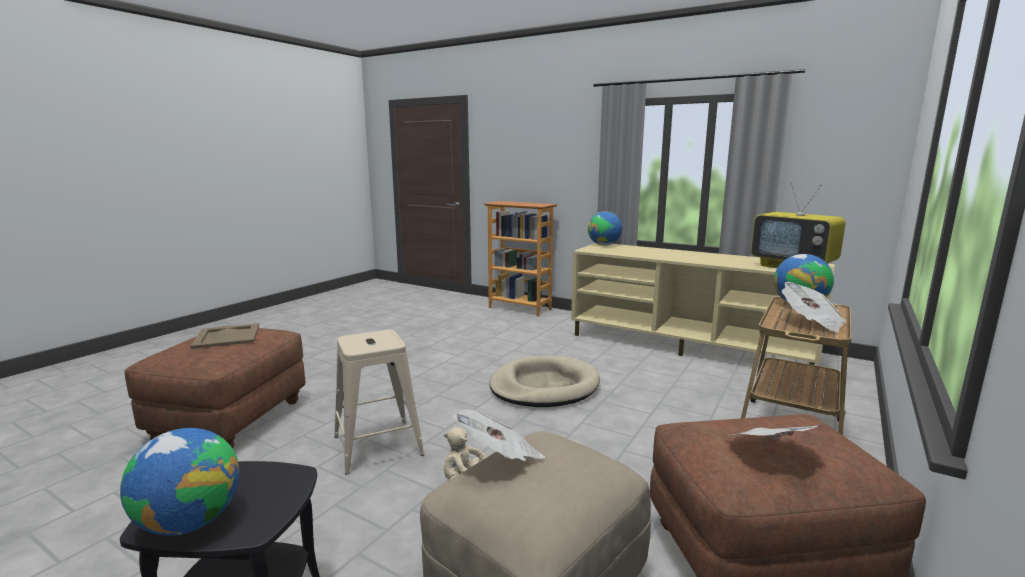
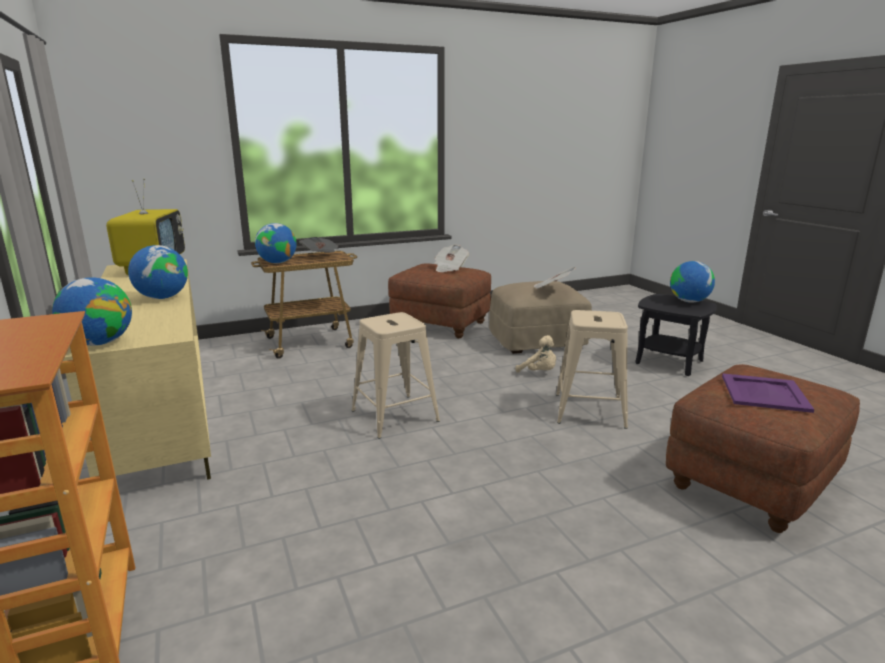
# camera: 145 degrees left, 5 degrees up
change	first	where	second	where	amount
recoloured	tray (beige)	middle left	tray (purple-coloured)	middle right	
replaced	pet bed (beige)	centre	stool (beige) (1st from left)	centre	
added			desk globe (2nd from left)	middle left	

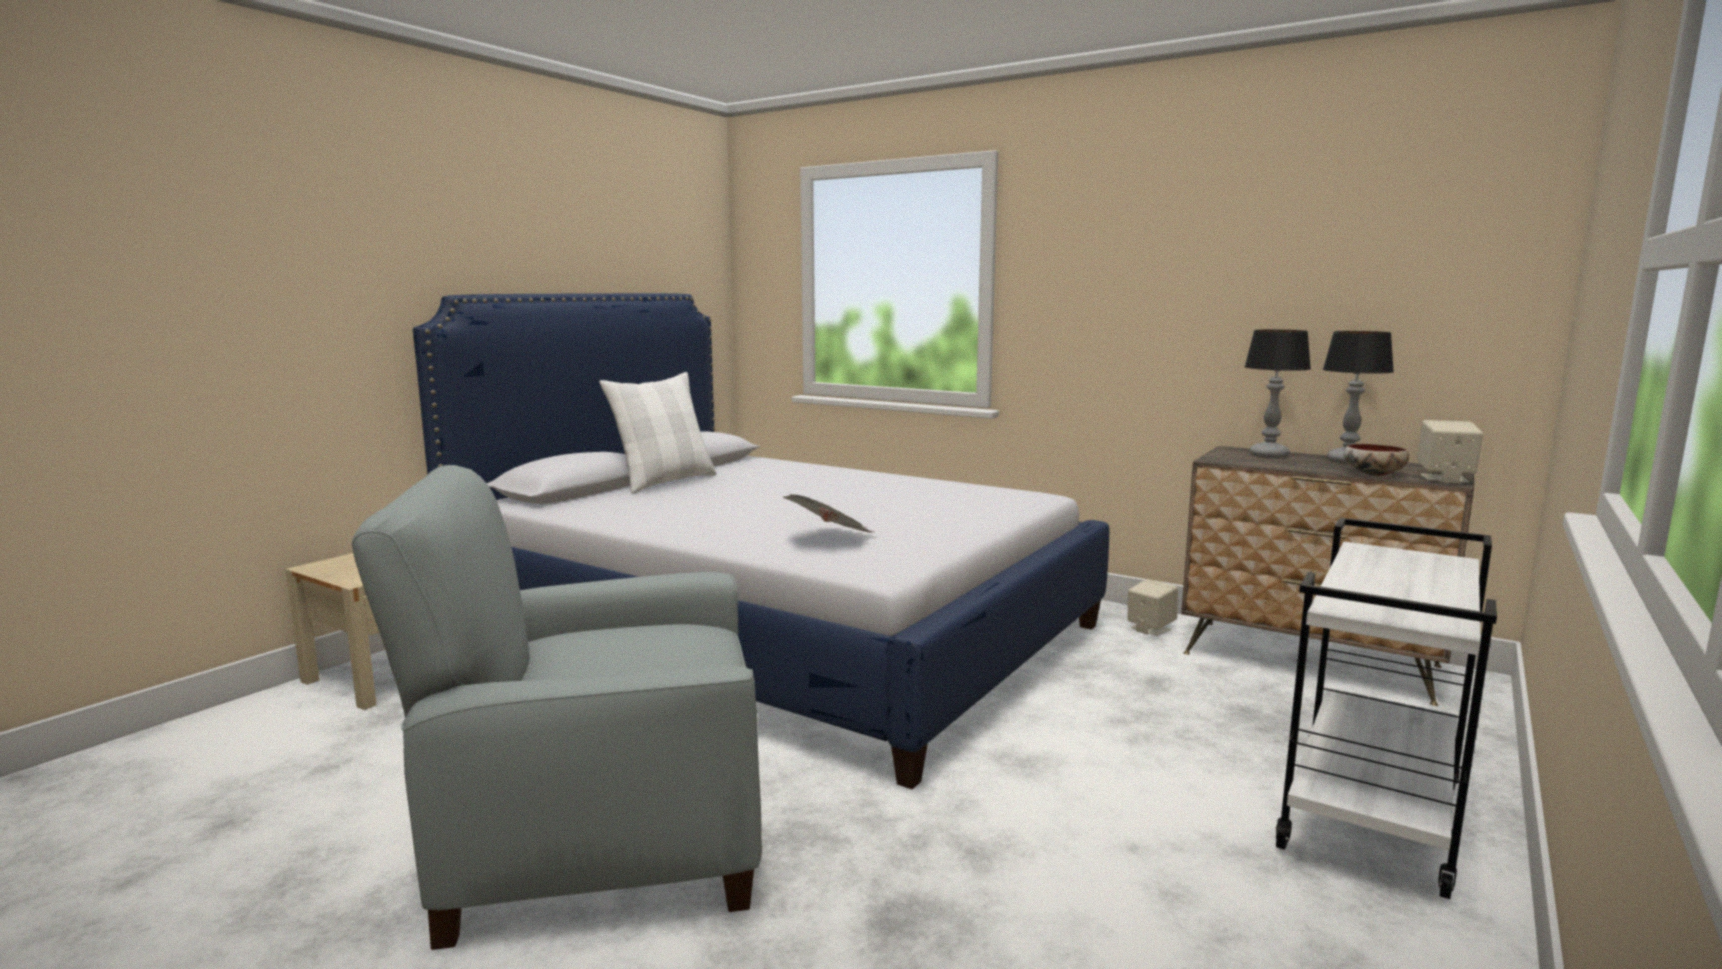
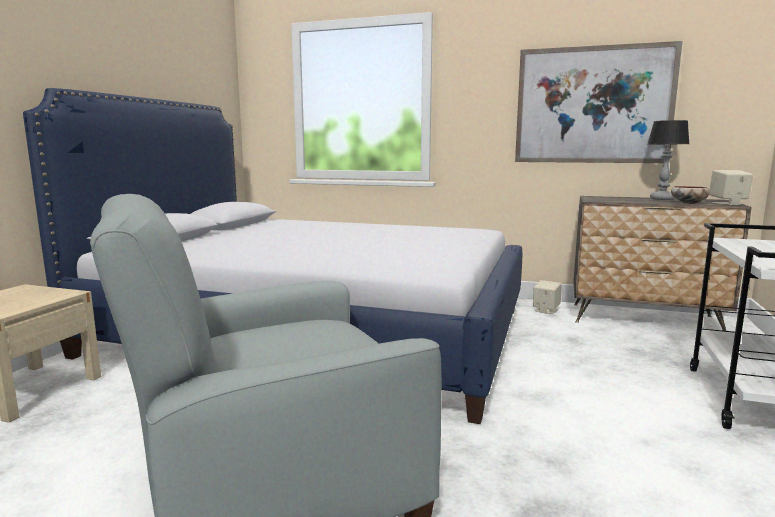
# camera: 15 degrees left, 0 degrees up
change	first	where	second	where	amount
removed	pillow (white)	centre			
removed	newspaper	centre			
removed	tabletop lamp (1st from left)	middle right			
added			picture	top right	

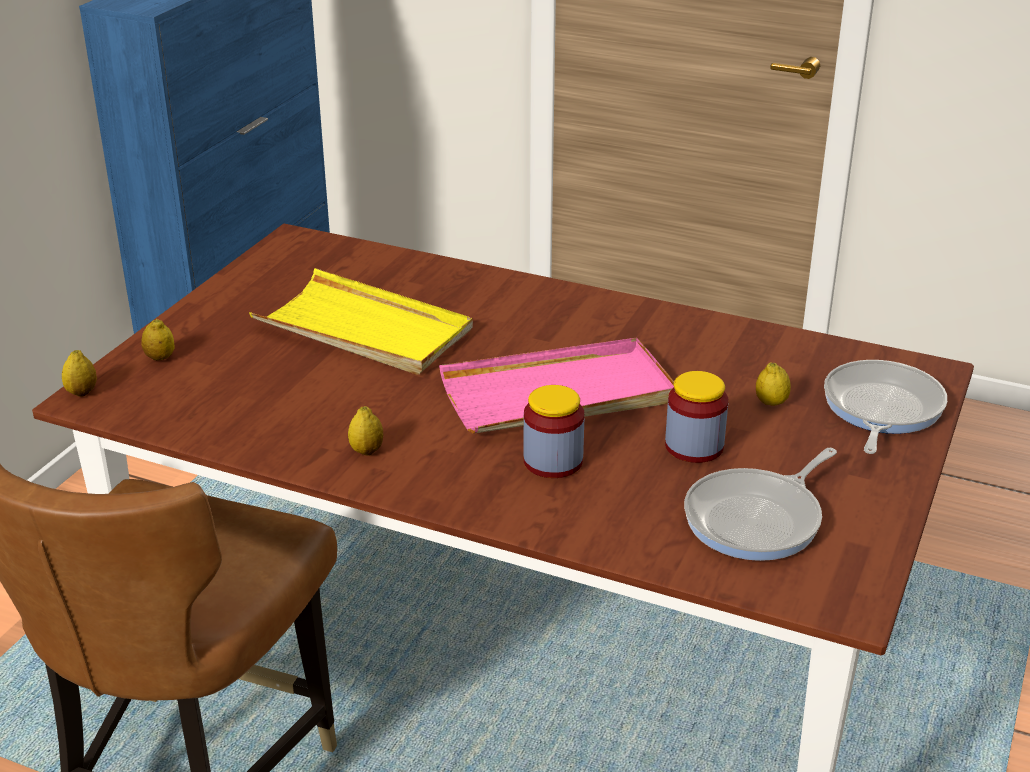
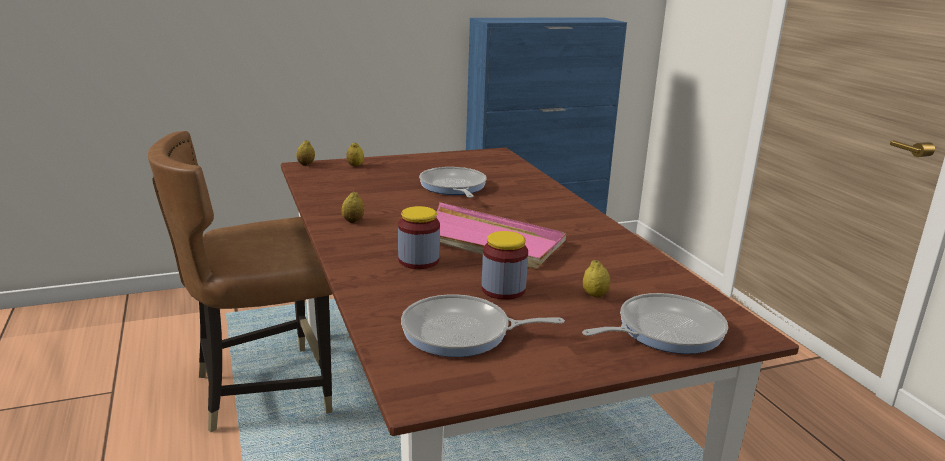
# camera: 45 degrees right, 10 degrees down
change	first	where	second	where	amount
replaced	tray (yellowish)	centre	skillet (1st from left)	centre	

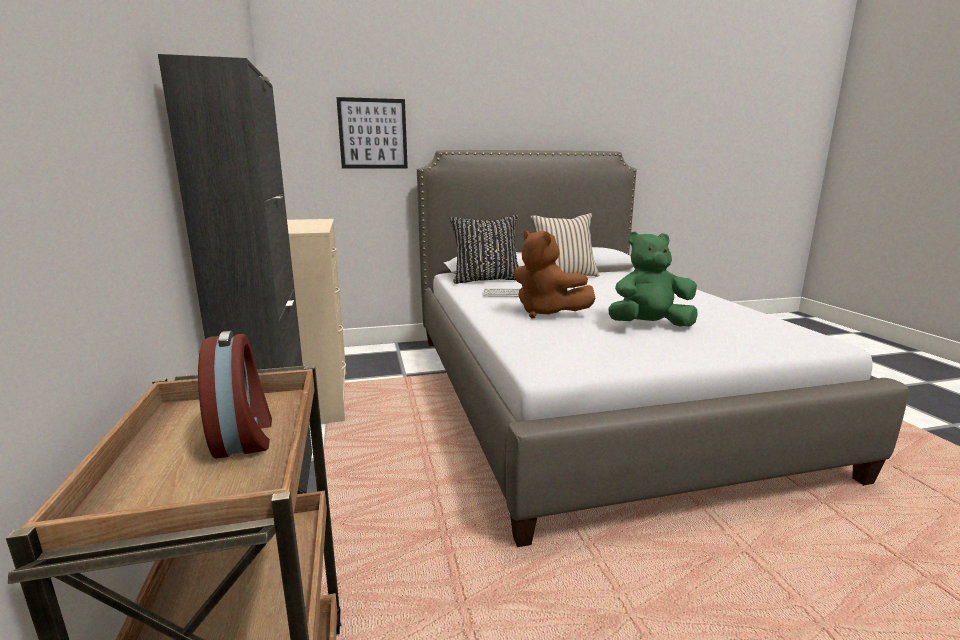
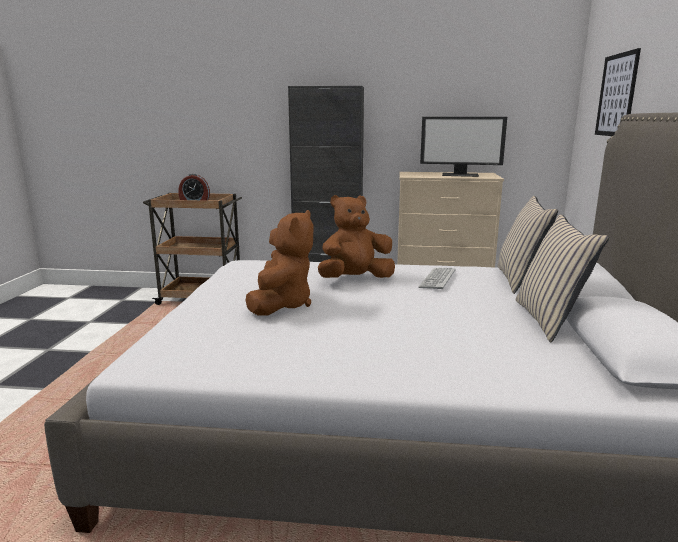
# camera: 110 degrees right, 0 degrees up
change	first	where	second	where	amount
recoloured	pillow (blackish)	centre	pillow (beige) (1st from left)	middle right	
recoloured	plush toy (greenish)	middle right	plush toy (brownish) (1st from left)	centre	
added			computer screen	top right	

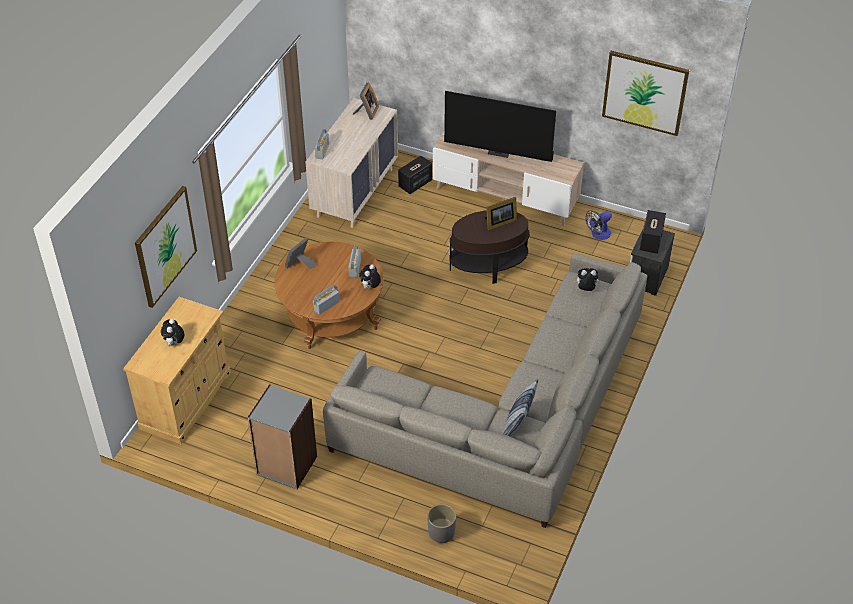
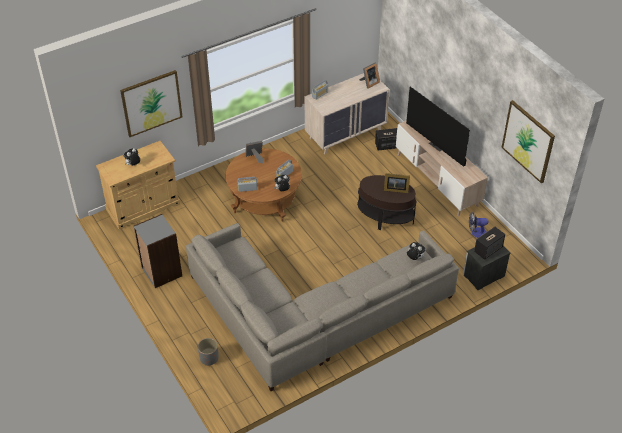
# camera: 35 degrees right, 0 degrees up
change	first	where	second	where	amount
removed	pillow	bottom centre			

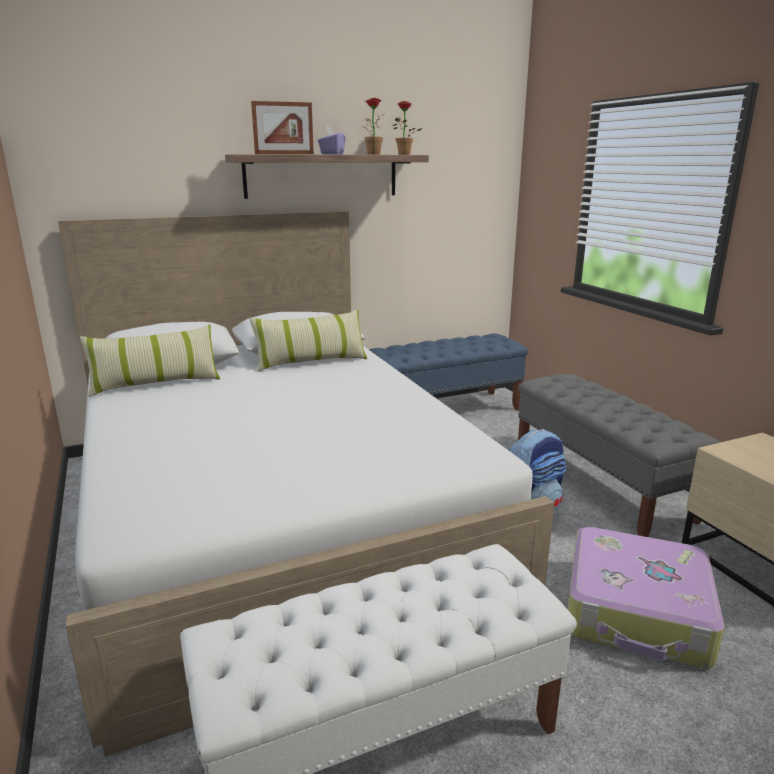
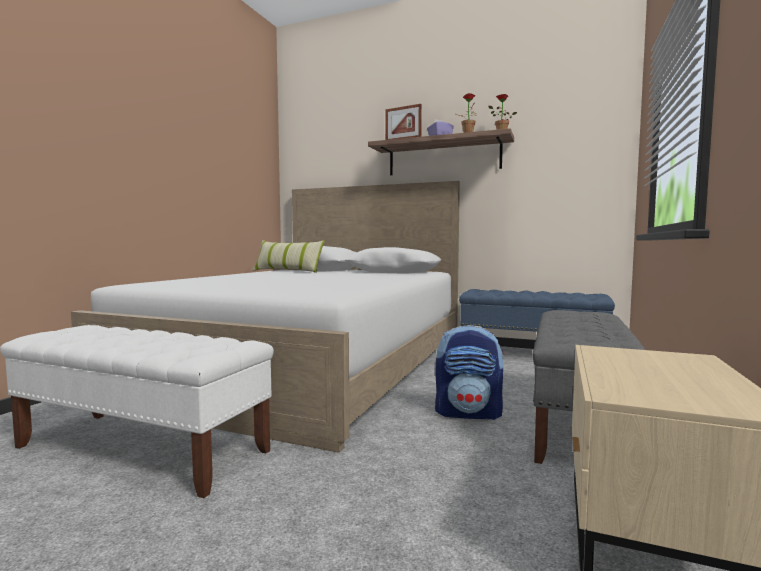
# camera: 45 degrees right, 15 degrees down
change	first	where	second	where	amount
removed	pillow (2nd from left)	centre			
removed	suitcase	bottom right			

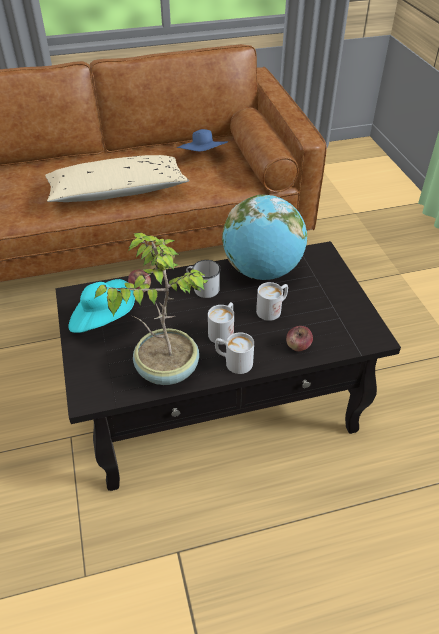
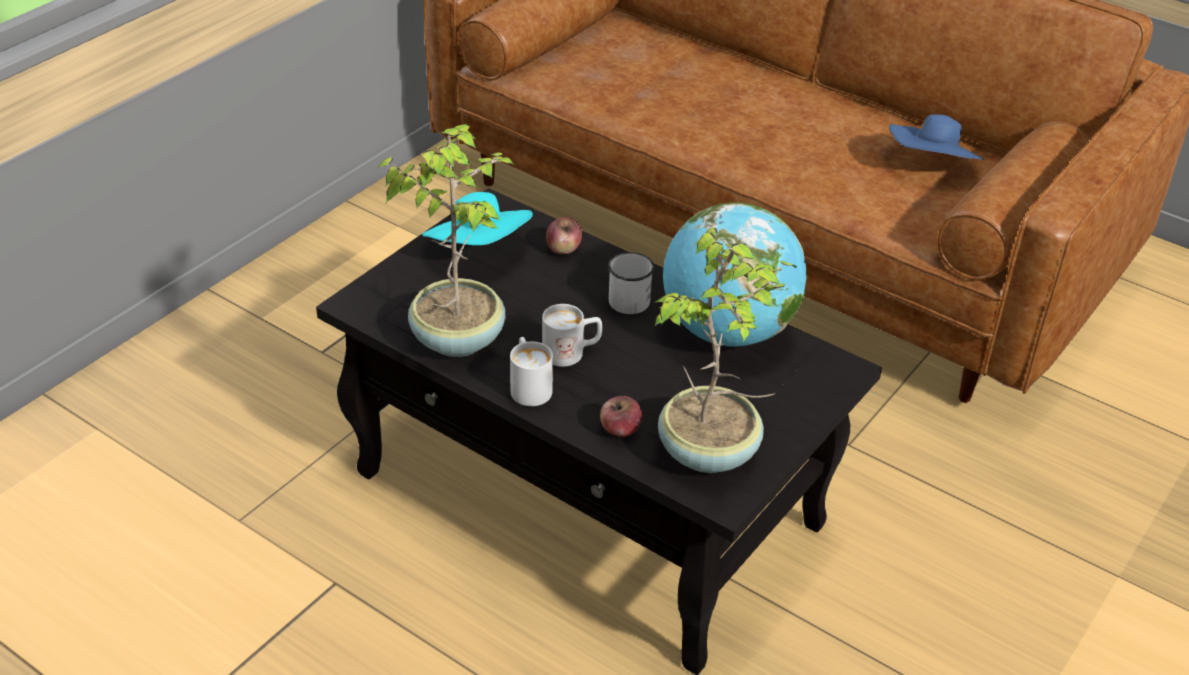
# camera: 50 degrees right, 5 degrees down
change	first	where	second	where	amount
removed	pillow (beige)	top left			
removed	mug (white) (4th from left)	centre			
added			plant in a pot (2nd from left)	centre	

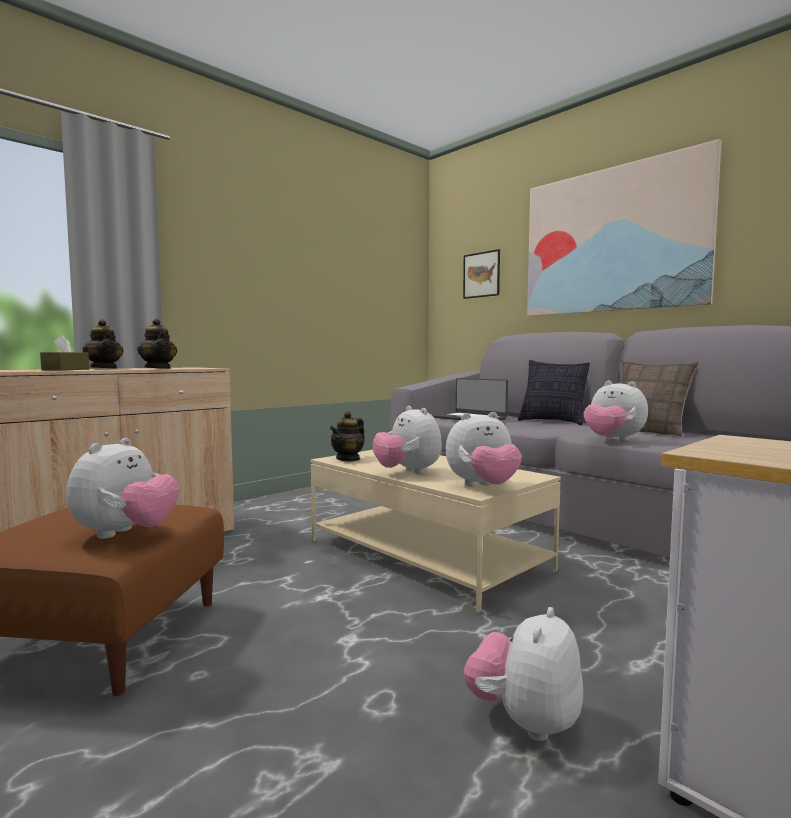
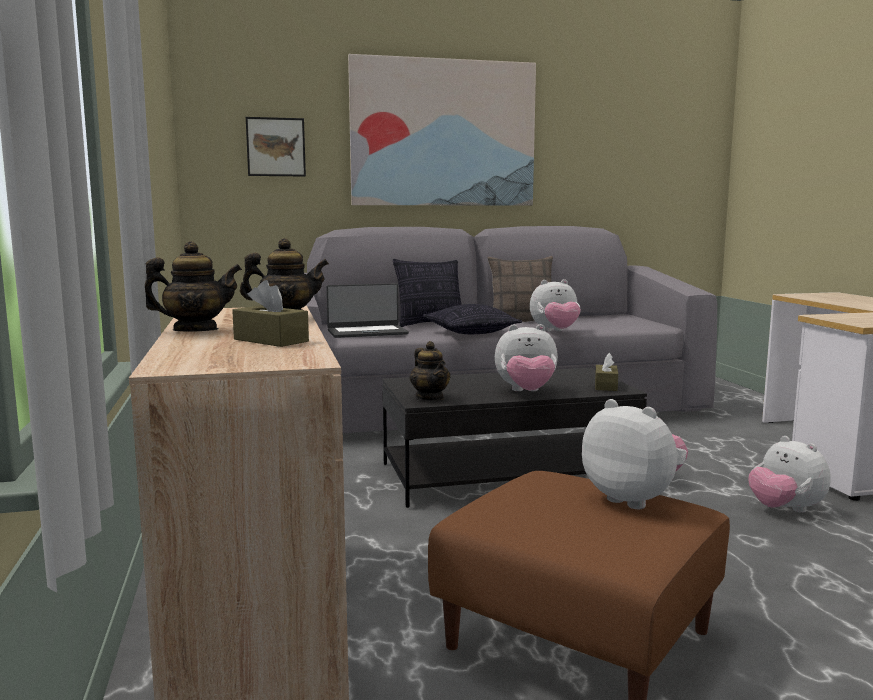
# camera: 60 degrees left, 5 degrees up
change	first	where	second	where	amount
recoloured	low table (beige)	centre	low table (blackish)	centre	
replaced	plush toy (3rd from left)	centre	box of tissues (brownish) (2nd from left)	middle right	
added			pillow (2nd from left)	centre	

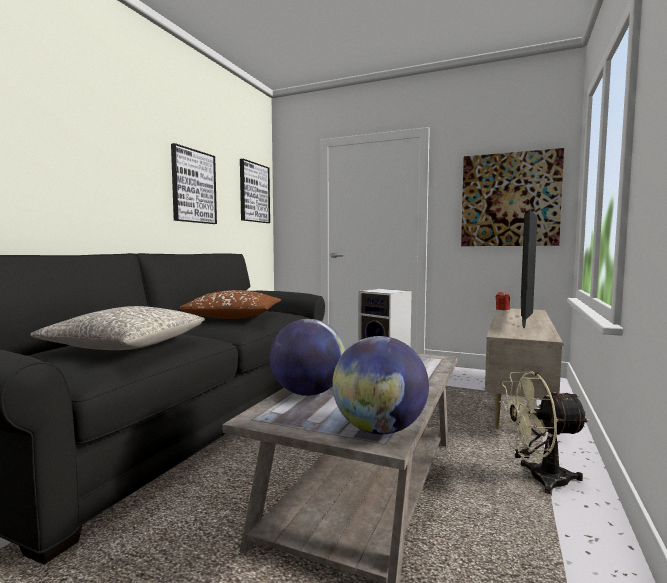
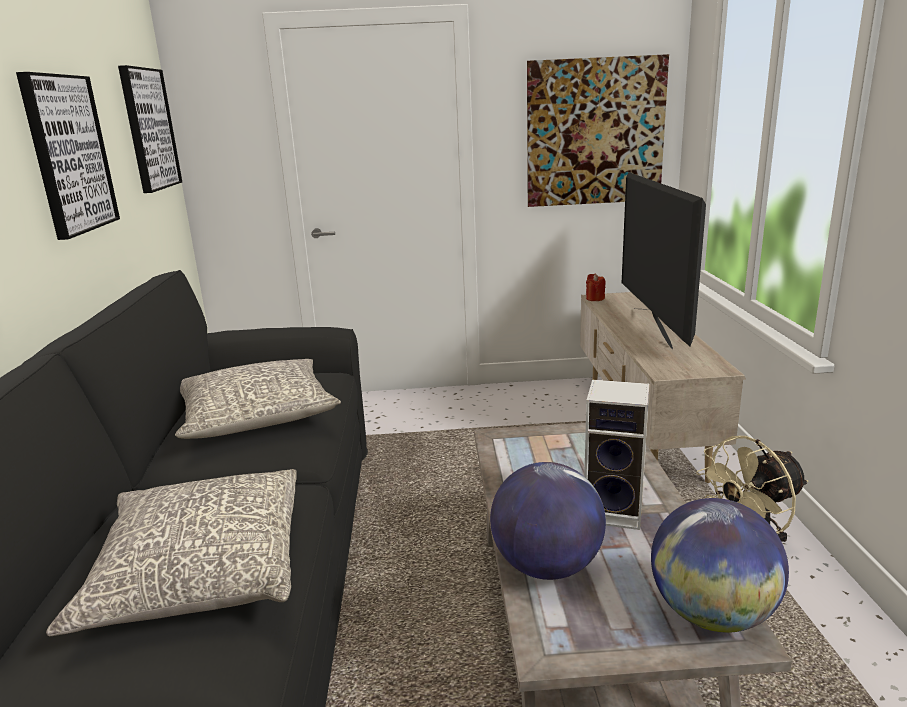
# camera: 25 degrees left, 15 degrees up
change	first	where	second	where	amount
recoloured	pillow (brownish)	centre	pillow (grey) (2nd from left)	middle left	

